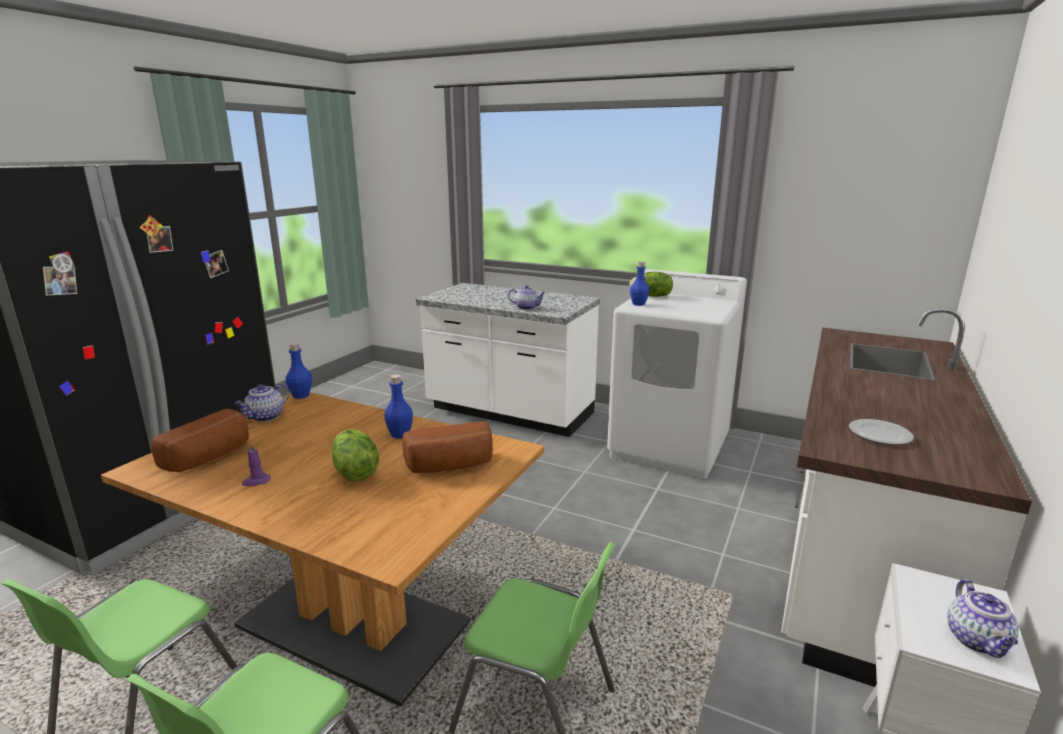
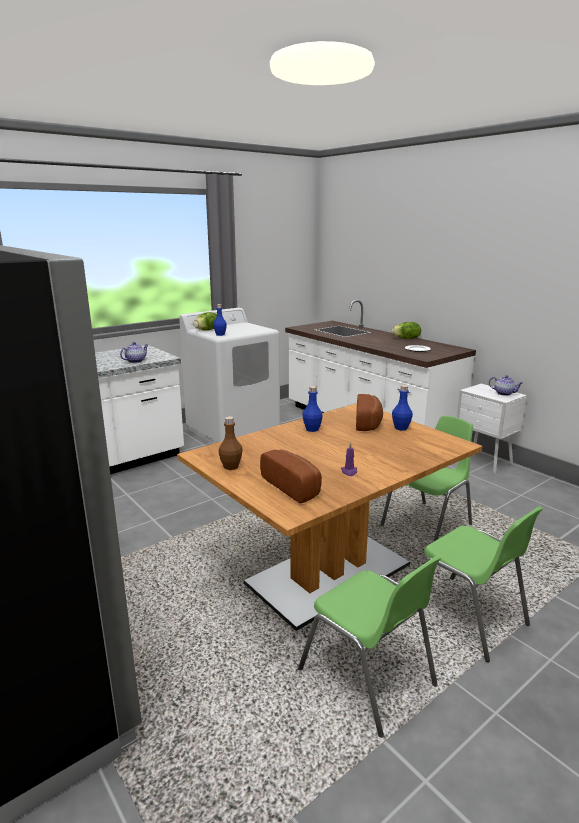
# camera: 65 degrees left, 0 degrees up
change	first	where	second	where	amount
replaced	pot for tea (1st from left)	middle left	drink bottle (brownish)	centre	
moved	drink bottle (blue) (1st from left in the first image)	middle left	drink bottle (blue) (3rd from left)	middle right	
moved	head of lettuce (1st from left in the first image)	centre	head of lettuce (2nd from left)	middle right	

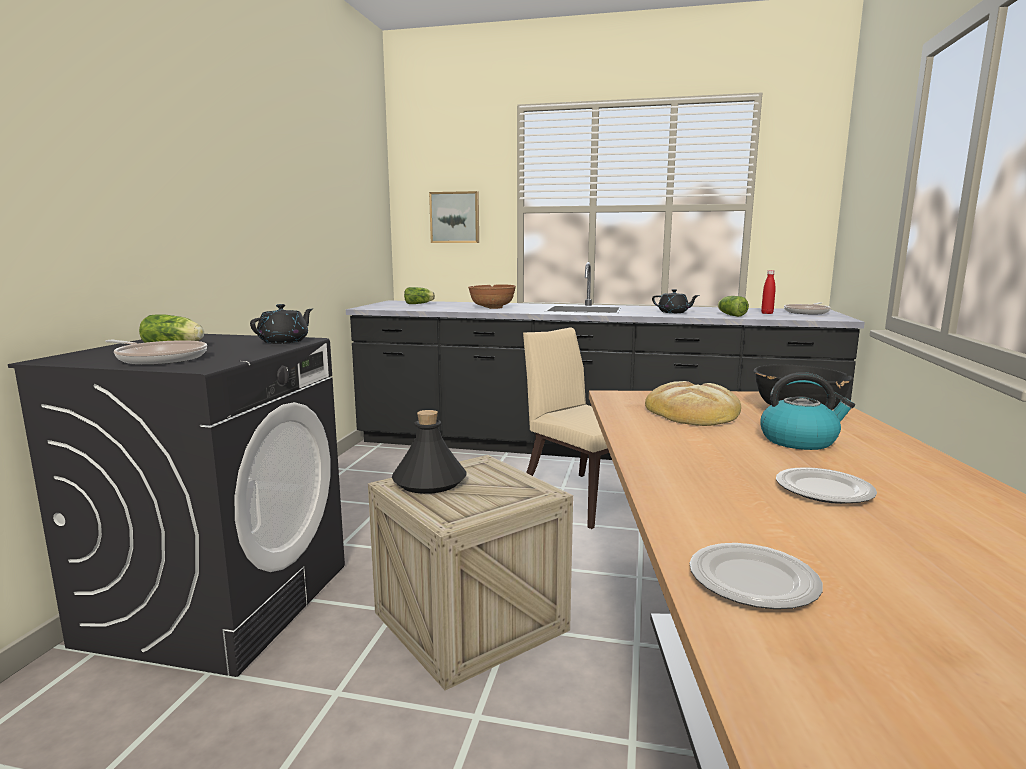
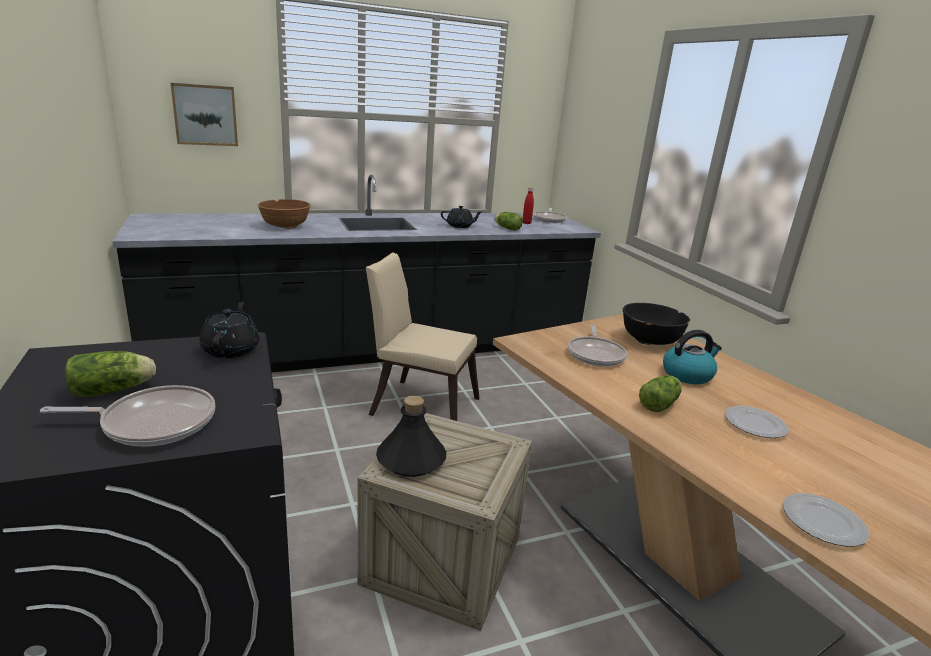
# camera: 35 degrees left, 10 degrees up
change	first	where	second	where	amount
moved	head of lettuce (2nd from left in the first image)	centre	head of lettuce (3rd from left)	middle right	
replaced	bakery bread	middle right	skillet (3rd from left)	centre	

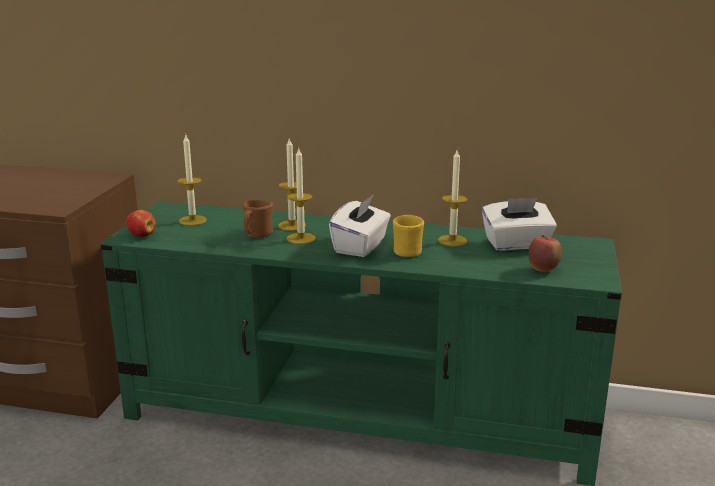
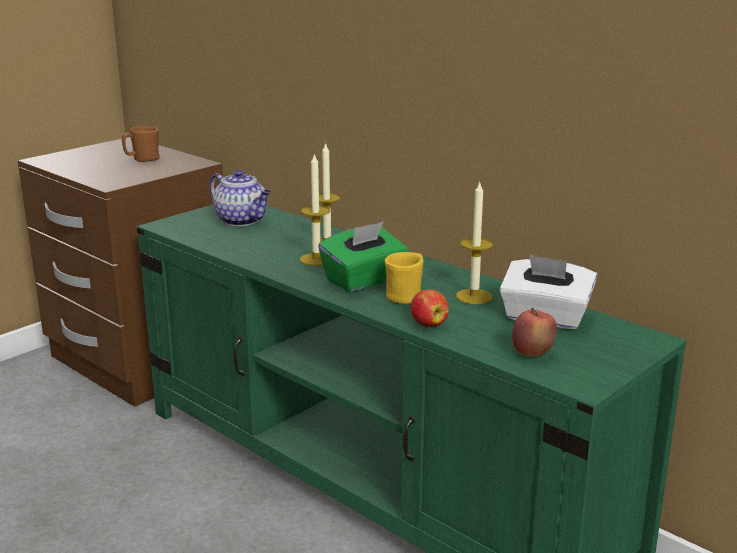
# camera: 30 degrees right, 0 degrees up
change	first	where	second	where	amount
moved	whole apple (1st from left)	middle left		centre	
replaced	wax candle (1st from left)	middle left	pot for tea	middle left	
moved	mug (brownish)	centre		top left	
recoloured	box of tissues (white) (1st from left)	centre	box of tissues (greenish)	centre	

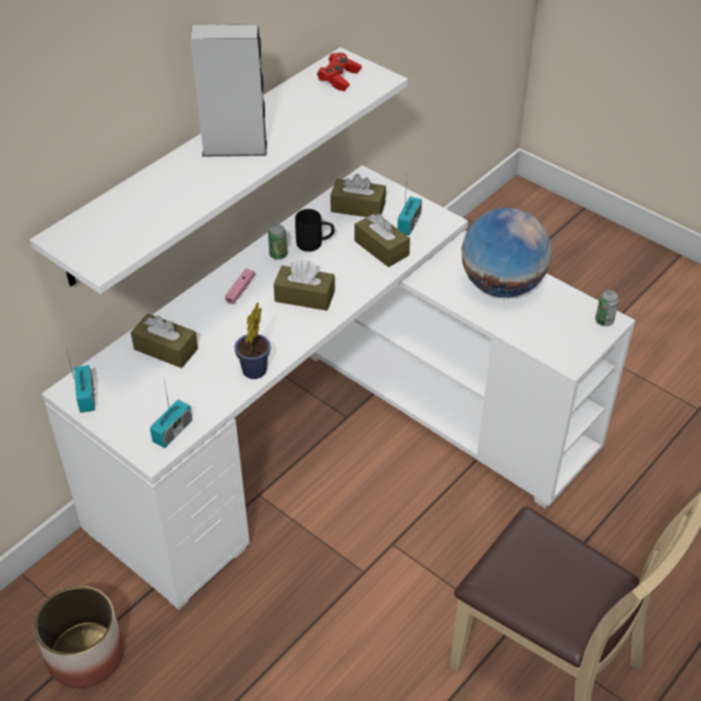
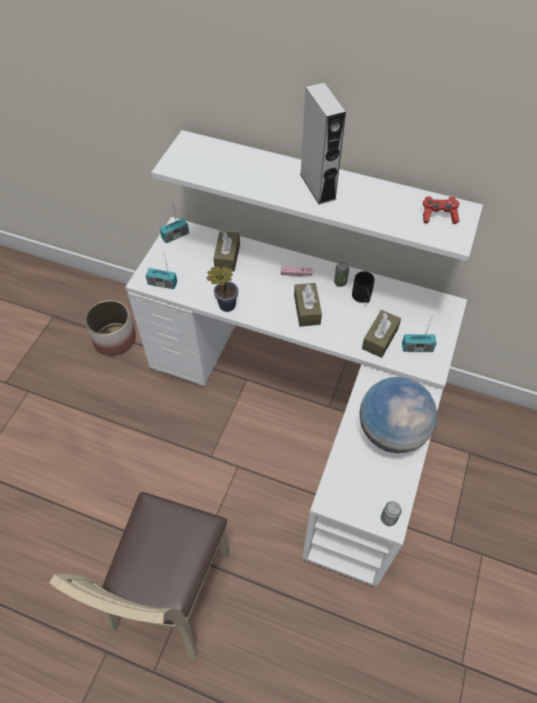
# camera: 70 degrees right, 10 degrees up
change	first	where	second	where	amount
removed	box of tissues (brownish) (3rd from left)	top centre			

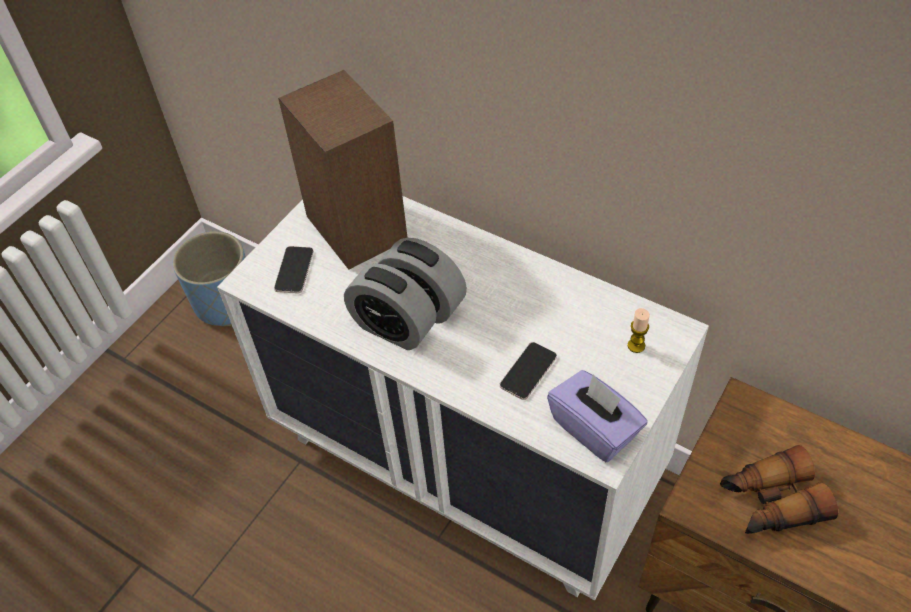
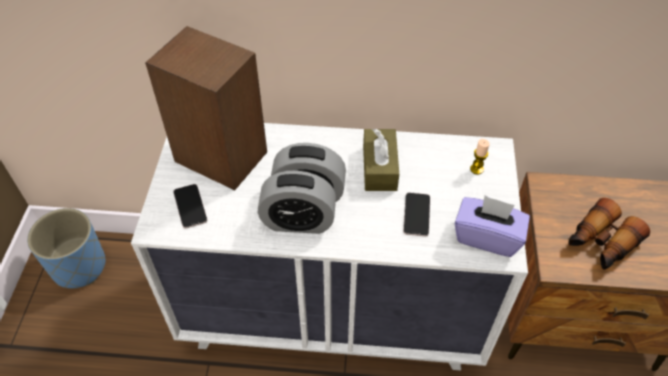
# camera: 30 degrees left, 0 degrees up
change	first	where	second	where	amount
added			box of tissues (brownish)	centre	

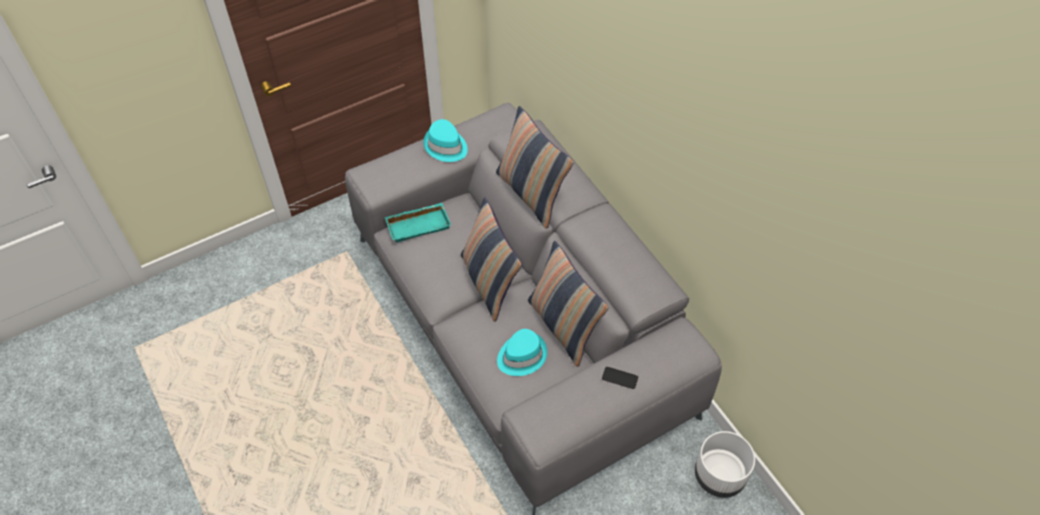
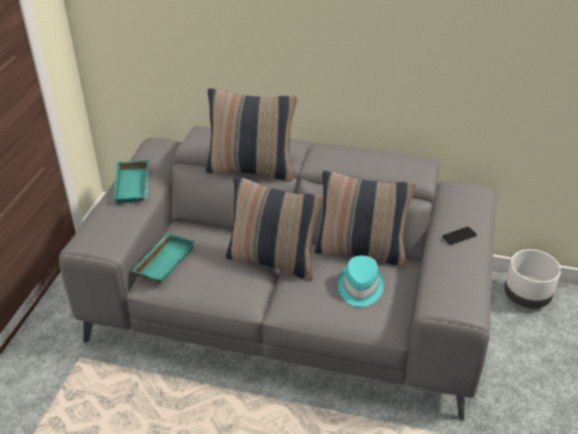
# camera: 45 degrees left, 15 degrees down
change	first	where	second	where	amount
replaced	clothing hat (turquoise) (1st from left)	top centre	tray (turquoise) (1st from left)	middle left	

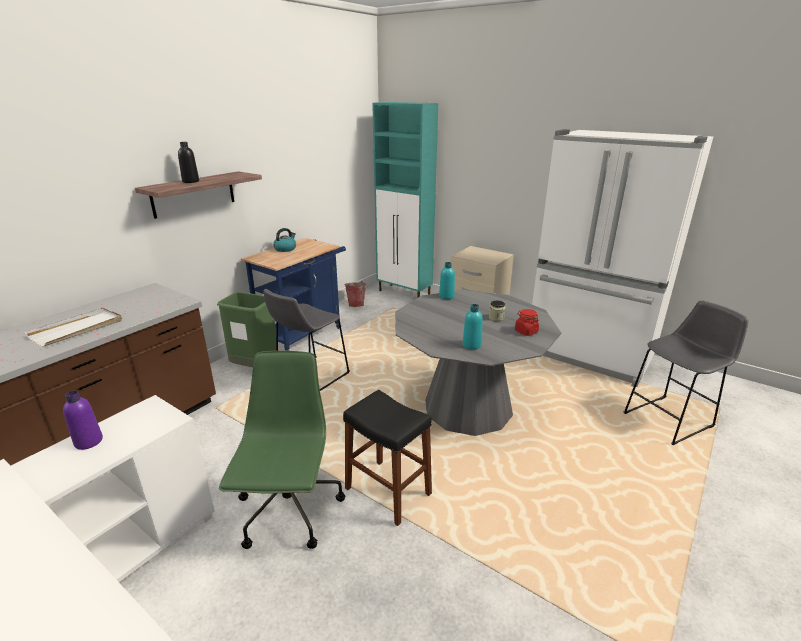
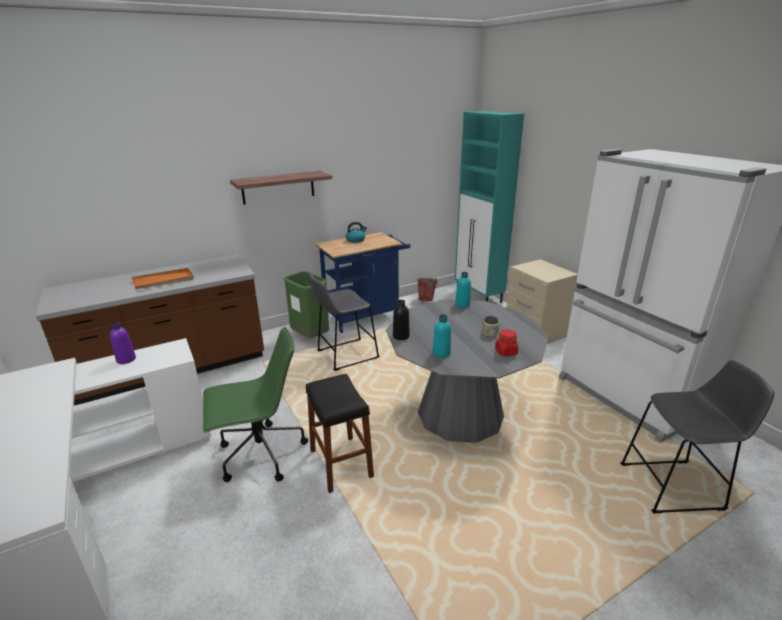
# camera: 25 degrees right, 0 degrees up
change	first	where	second	where	amount
recoloured	tray (white)	middle left	tray (orange)	middle left	
moved	drink bottle (blackish)	top left		centre	
turned	computer chair (greenish)	bottom centre		middle left	45 degrees clockwise

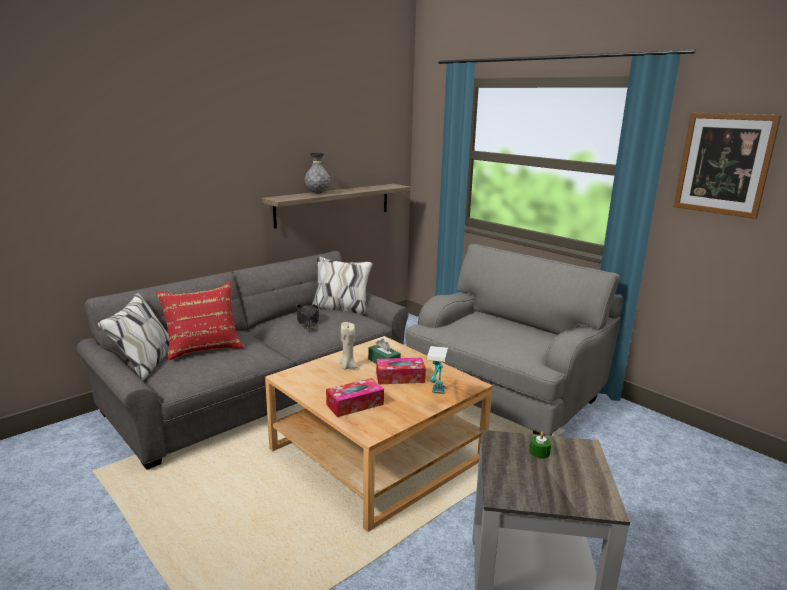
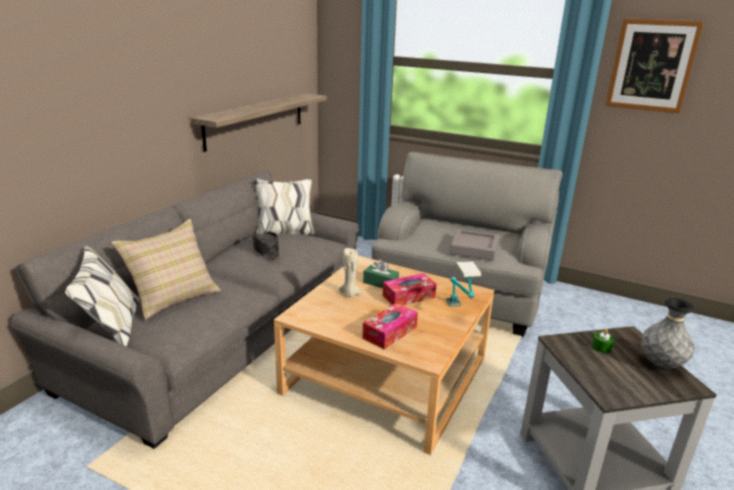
# camera: 20 degrees left, 5 degrees up
change	first	where	second	where	amount
recoloured	pillow (reddish)	middle left	pillow (beige)	middle left	
moved	decorative vase (grey)	top centre		bottom right	
added			tray (grey)	centre	

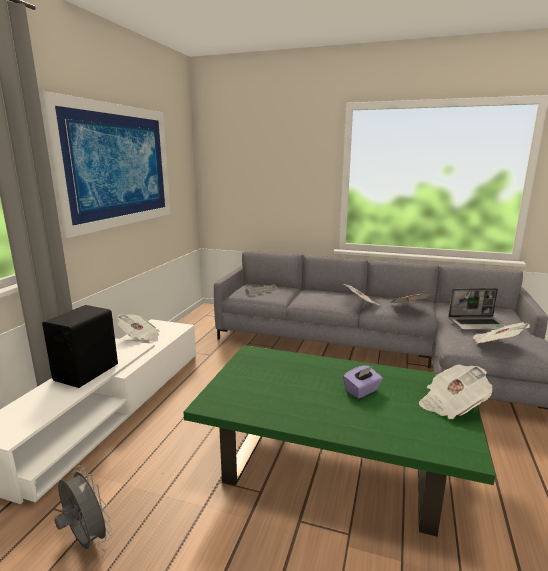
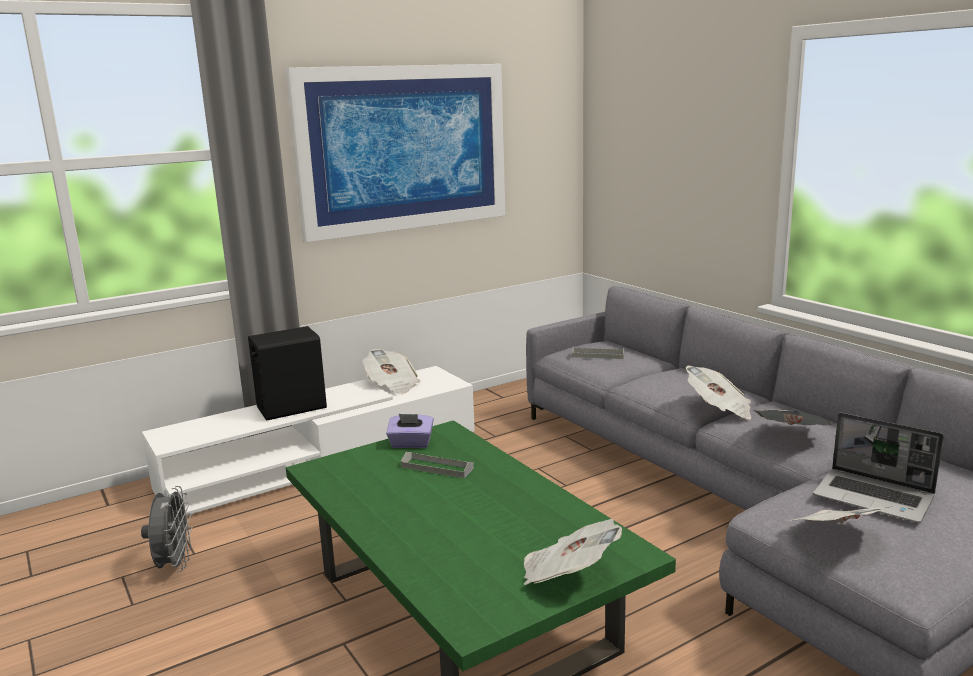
# camera: 40 degrees right, 0 degrees up
change	first	where	second	where	amount
moved	box of tissues (purple-coloured)	bottom centre		centre	
added			tray (grey) (1st from left)	bottom centre	

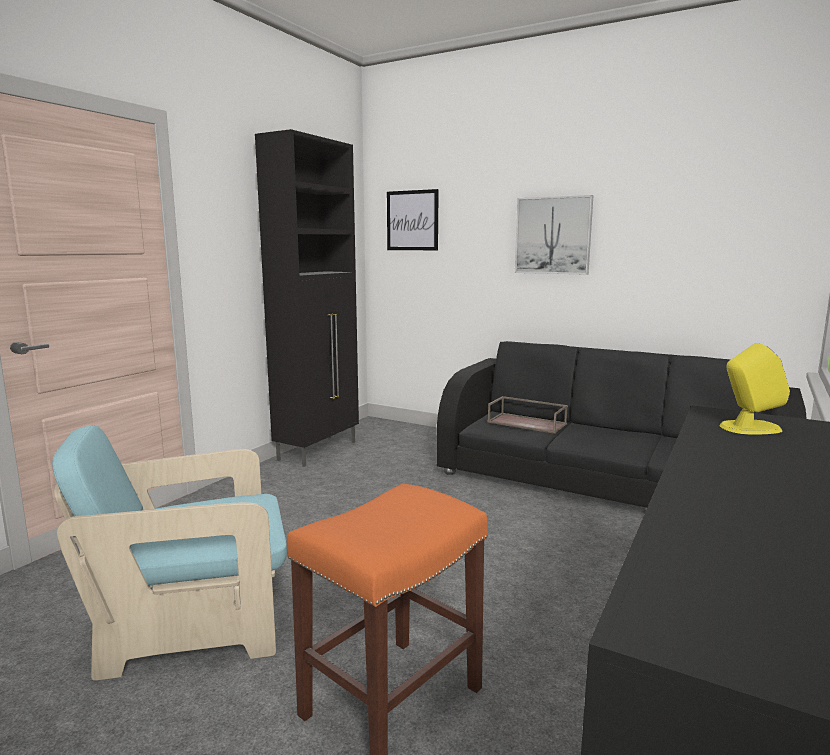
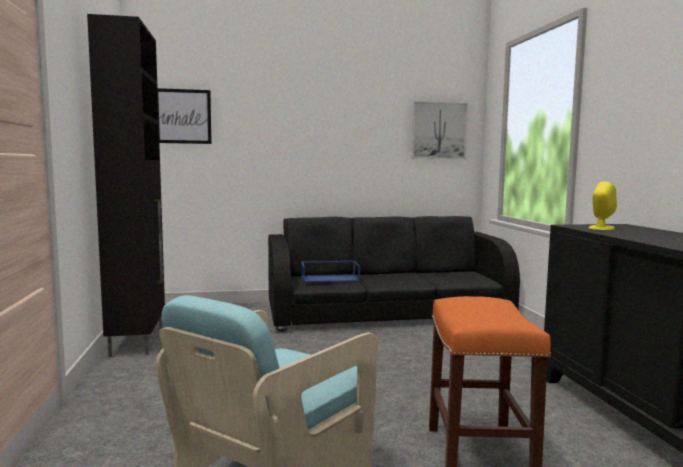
# camera: 40 degrees left, 5 degrees down
change	first	where	second	where	amount
recoloured	tray (brownish)	centre	tray (blue)	centre	
moved	picture (2nd from left)	top right		top centre	

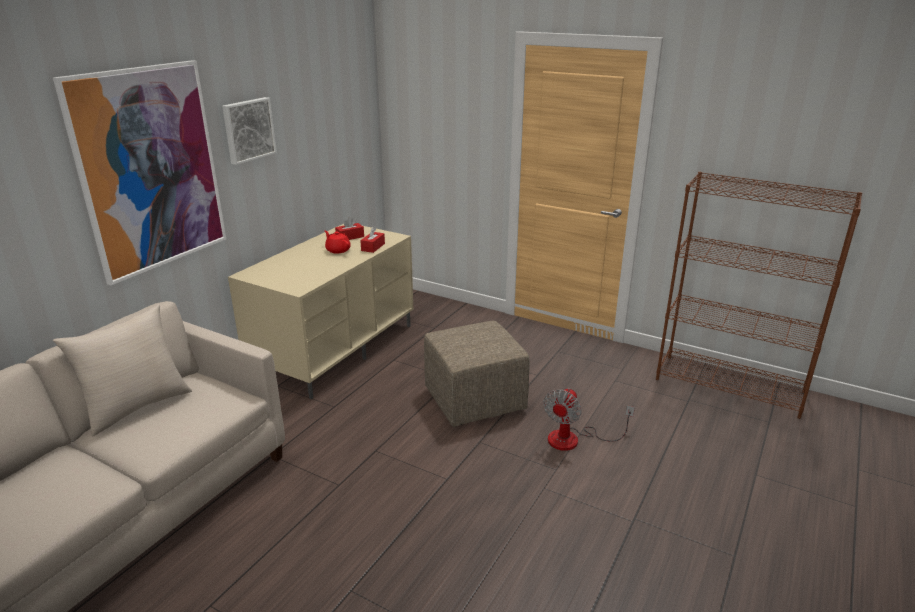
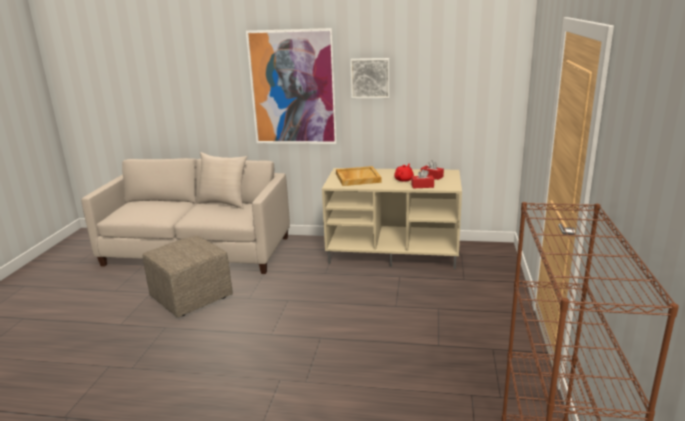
# camera: 70 degrees right, 5 degrees down
change	first	where	second	where	amount
moved	pouffe (beige)	centre		middle left	
removed	cooling fan	bottom centre			
added			tray (beige)	centre	

